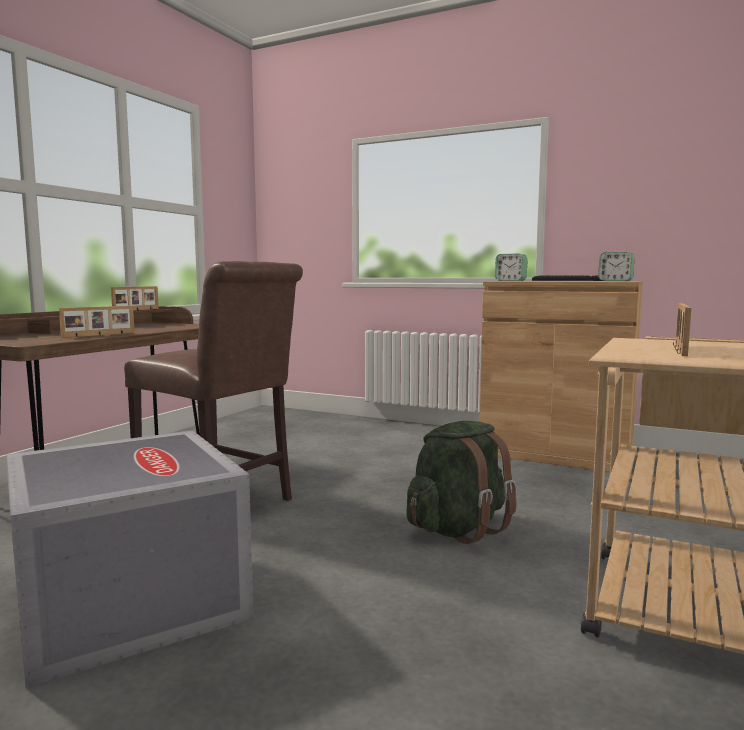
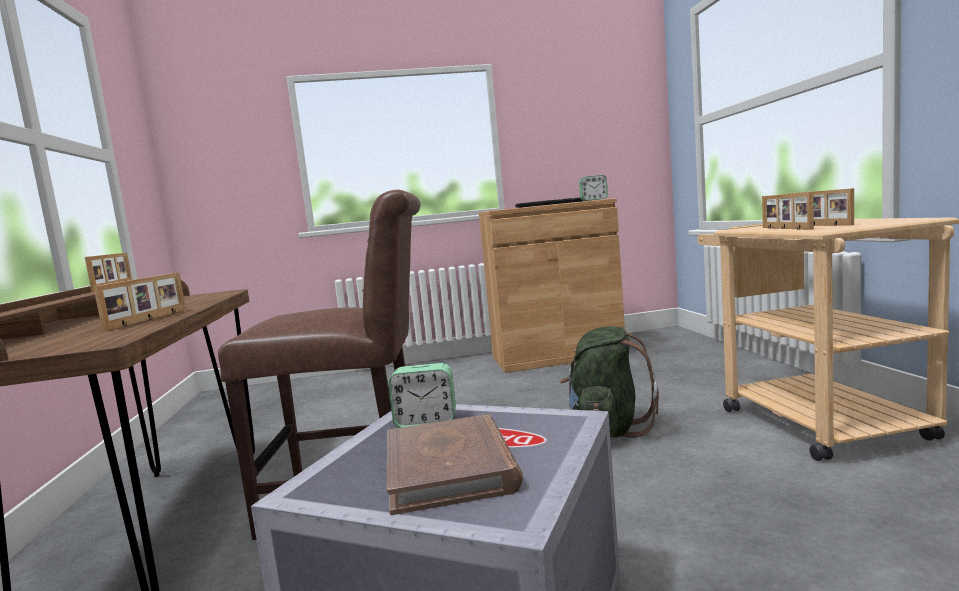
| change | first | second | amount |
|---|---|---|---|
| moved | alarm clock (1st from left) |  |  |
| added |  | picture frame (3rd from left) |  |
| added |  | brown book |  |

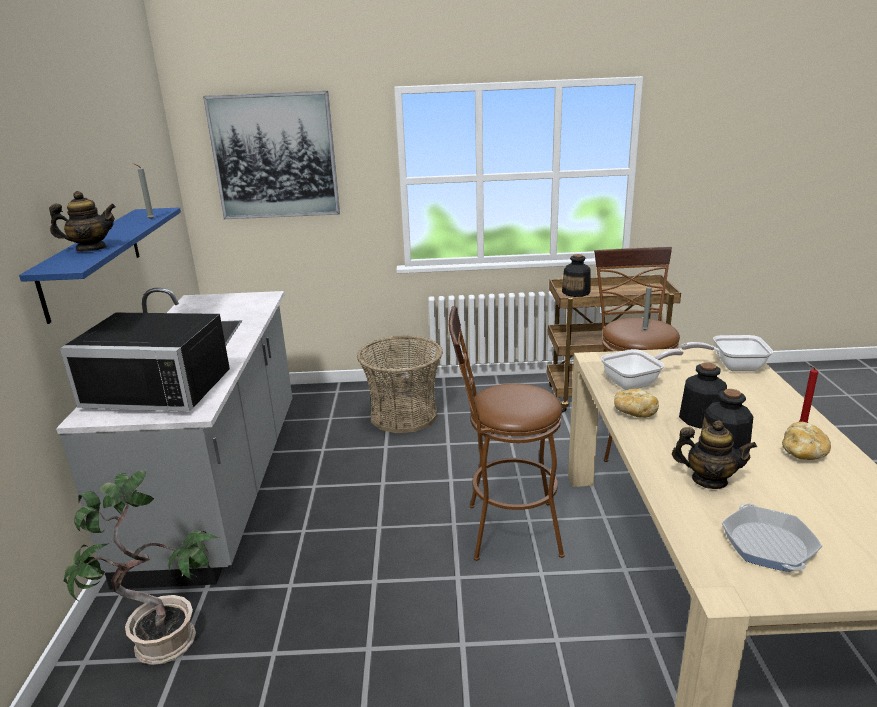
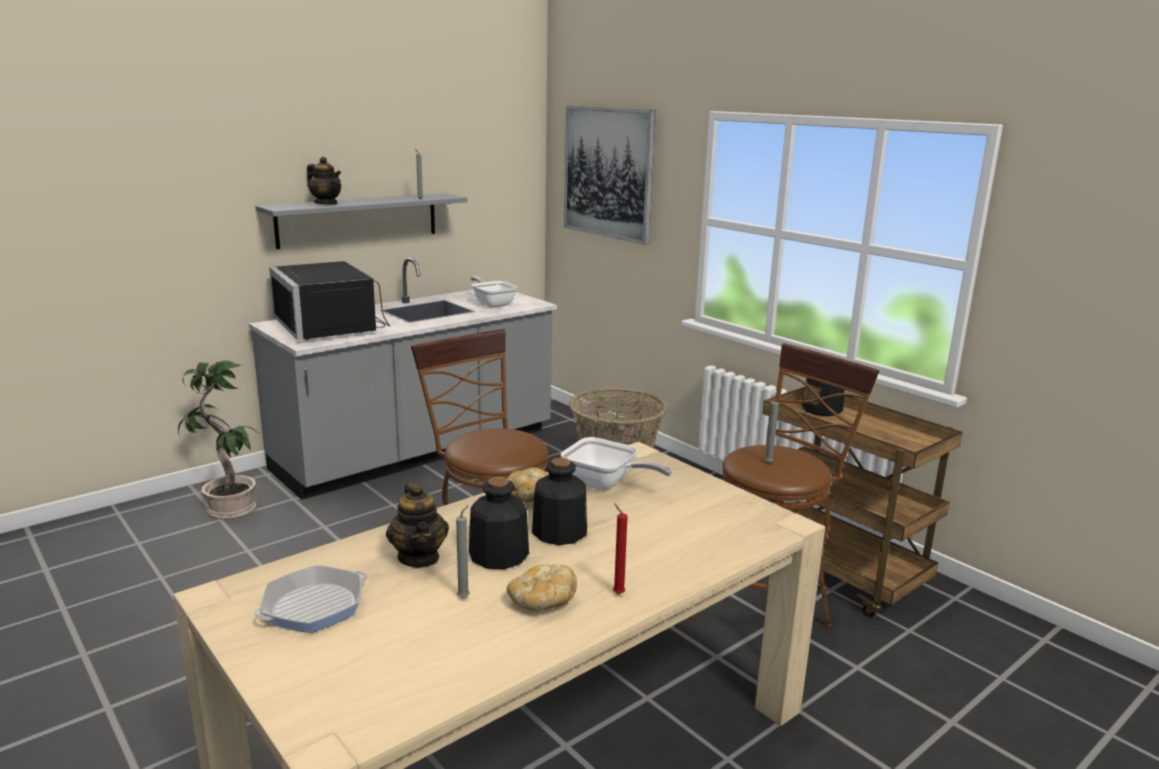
| change | first | second | amount |
|---|---|---|---|
| recoloured | blue shelf | grey shelf |  |
| moved | frying pan (2nd from left) |  |  |
| added |  | grey candle (2nd from left) |  |

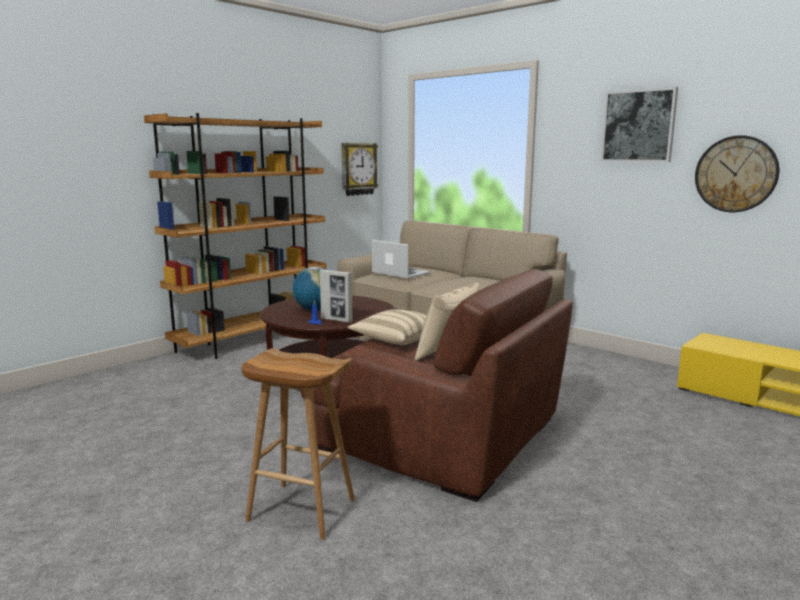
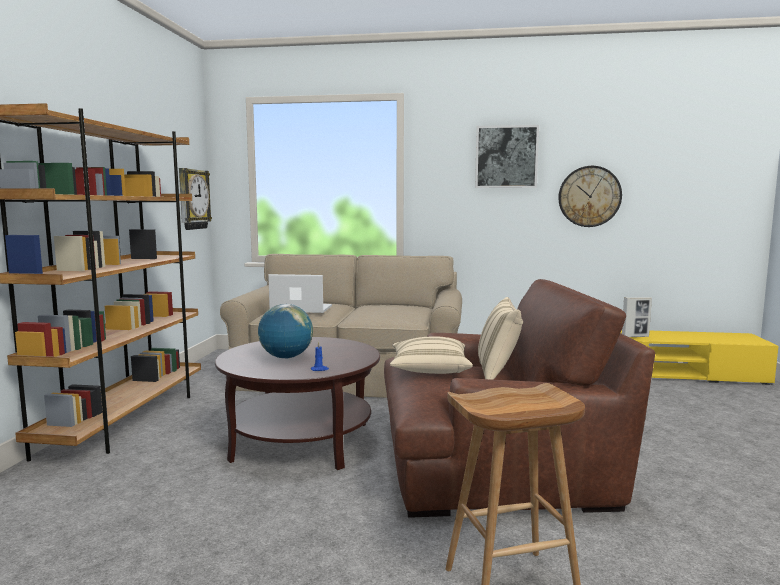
| change | first | second | amount |
|---|---|---|---|
| moved | picture frame |  |  |

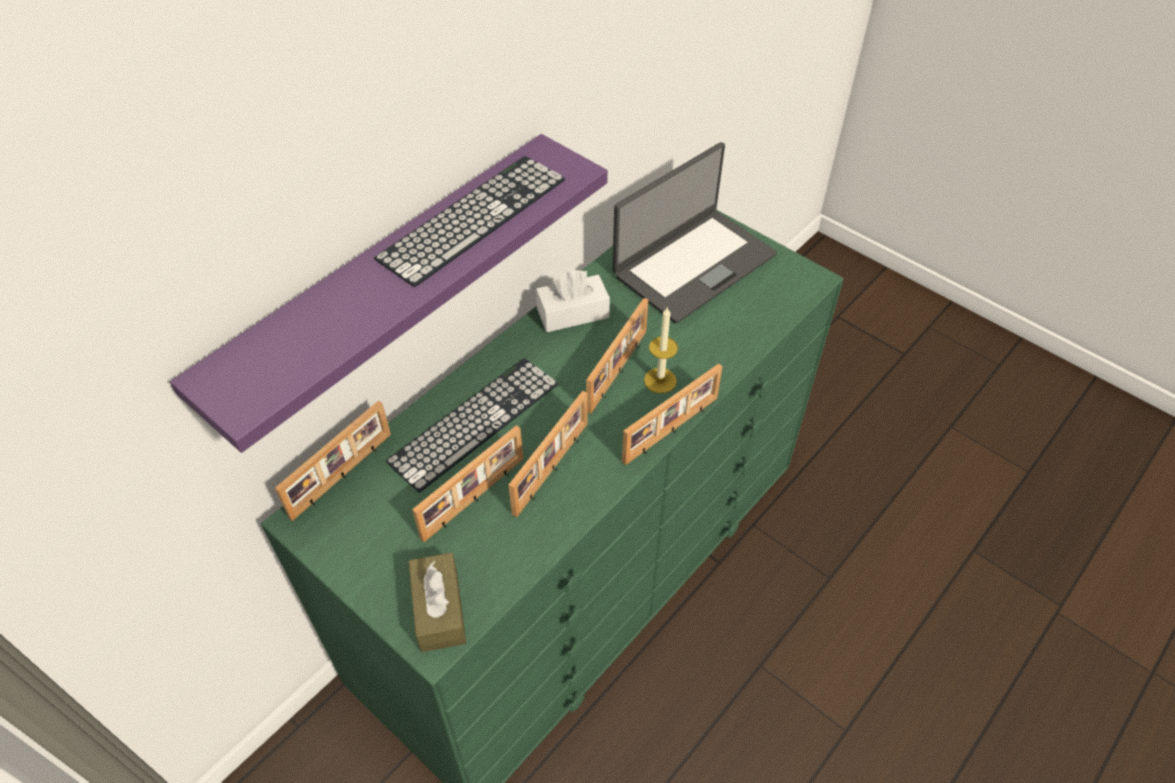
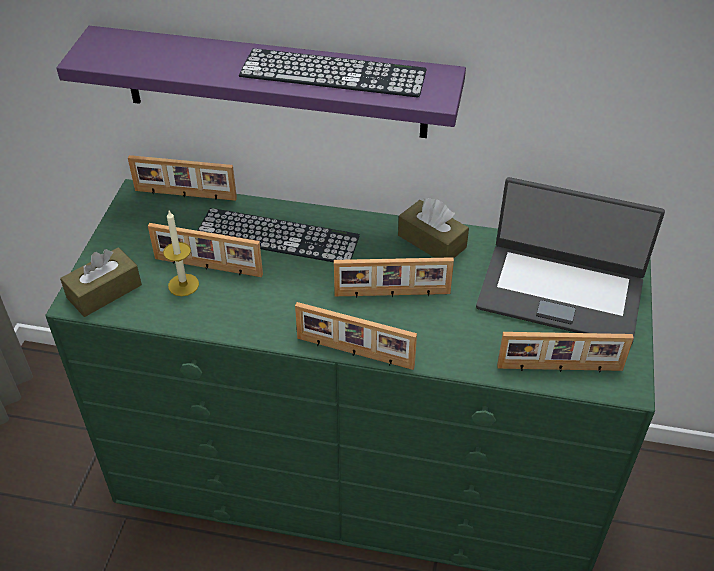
| change | first | second | amount |
|---|---|---|---|
| recoloured | white tissue box | brown tissue box (2nd from left) |  |
| moved | candle |  |  |
| moved | picture frame (3rd from left in the first image) | picture frame (5th from left) |  |

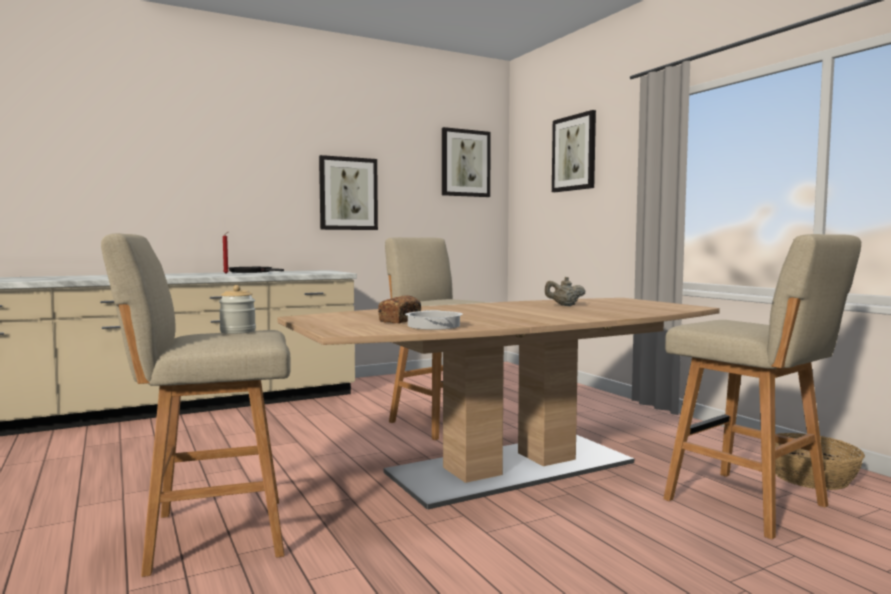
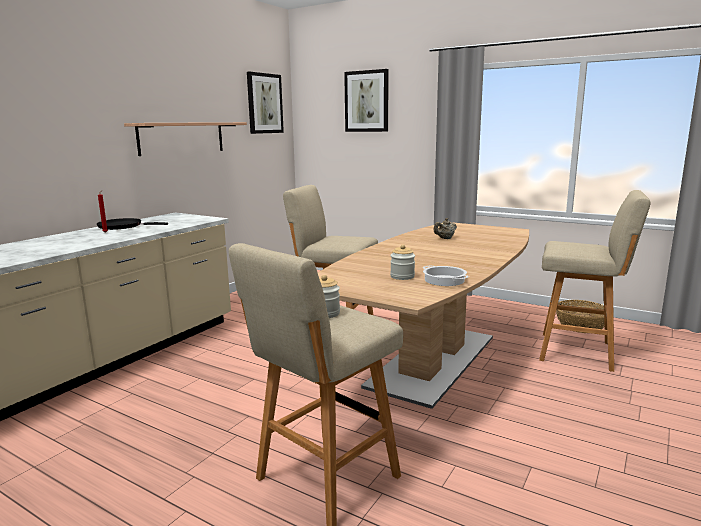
| change | first | second | amount |
|---|---|---|---|
| replaced | picture (1st from left) | shelf |  |
| replaced | bread | jar (2nd from left) |  |

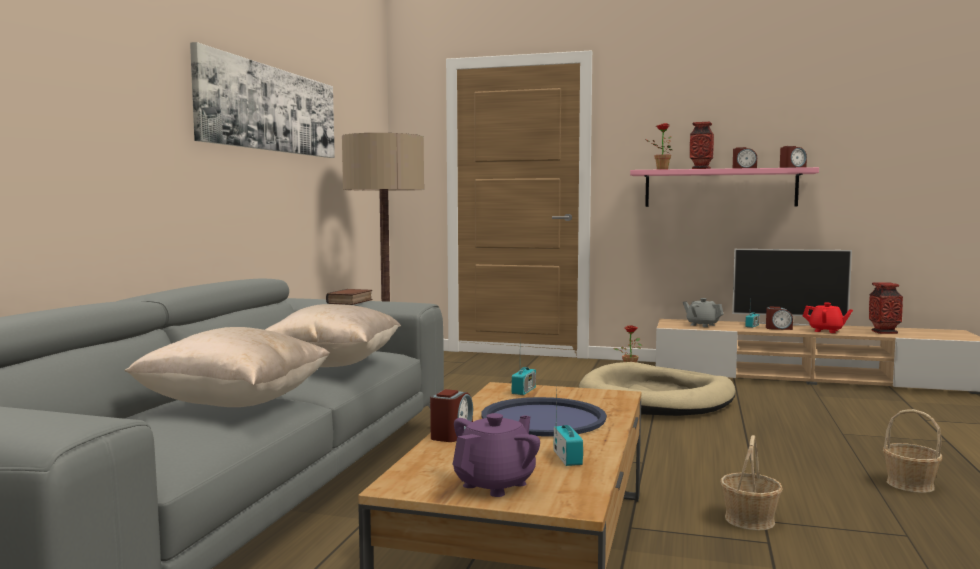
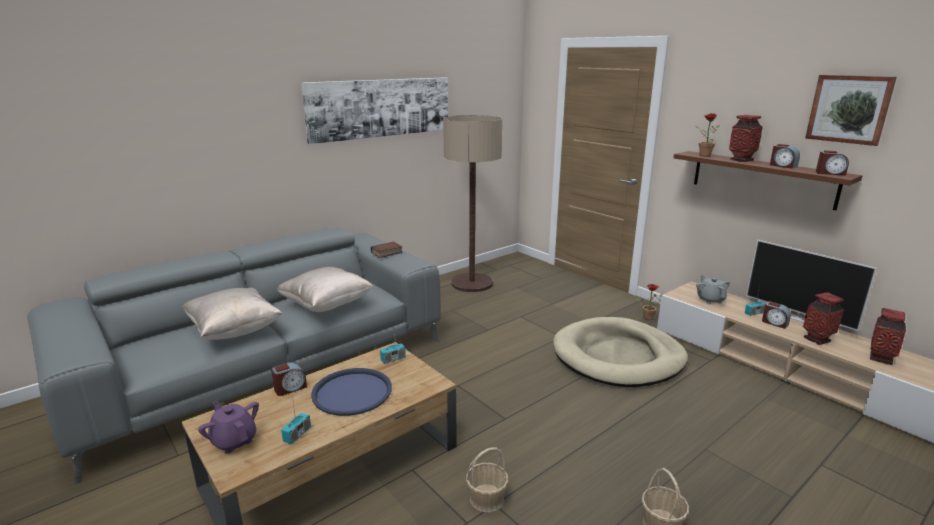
| change | first | second | amount |
|---|---|---|---|
| recoloured | pink shelf | brown shelf |  |
| replaced | red teapot | vase (2nd from left) |  |
| turned | purple teapot |  | 120 degrees counterclockwise |
| added |  | picture (2nd from left) |  |

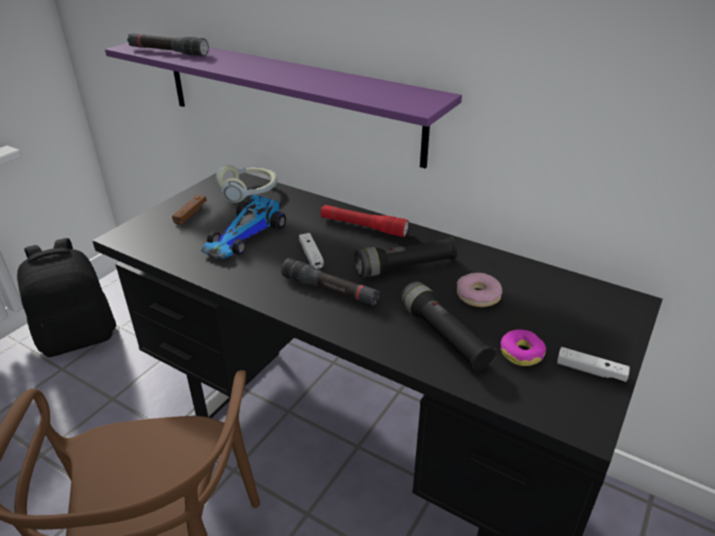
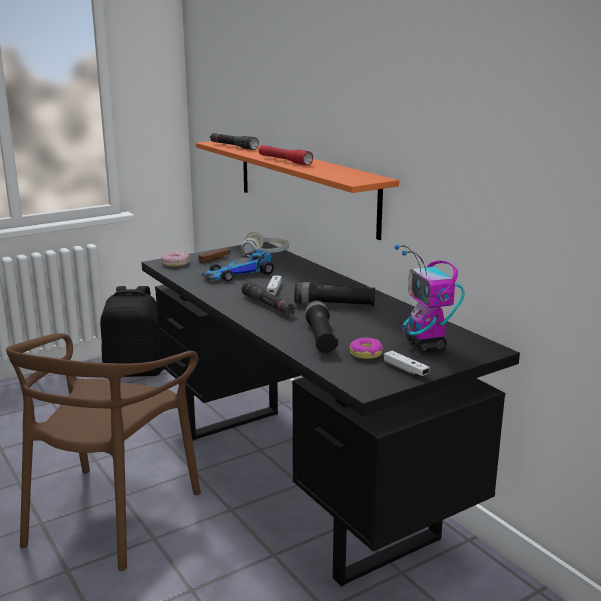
| change | first | second | amount |
|---|---|---|---|
| recoloured | purple shelf | orange shelf |  |
| moved | red flashlight |  |  |
| moved | donut (1st from left) |  |  |
| added |  | toy robot |  |

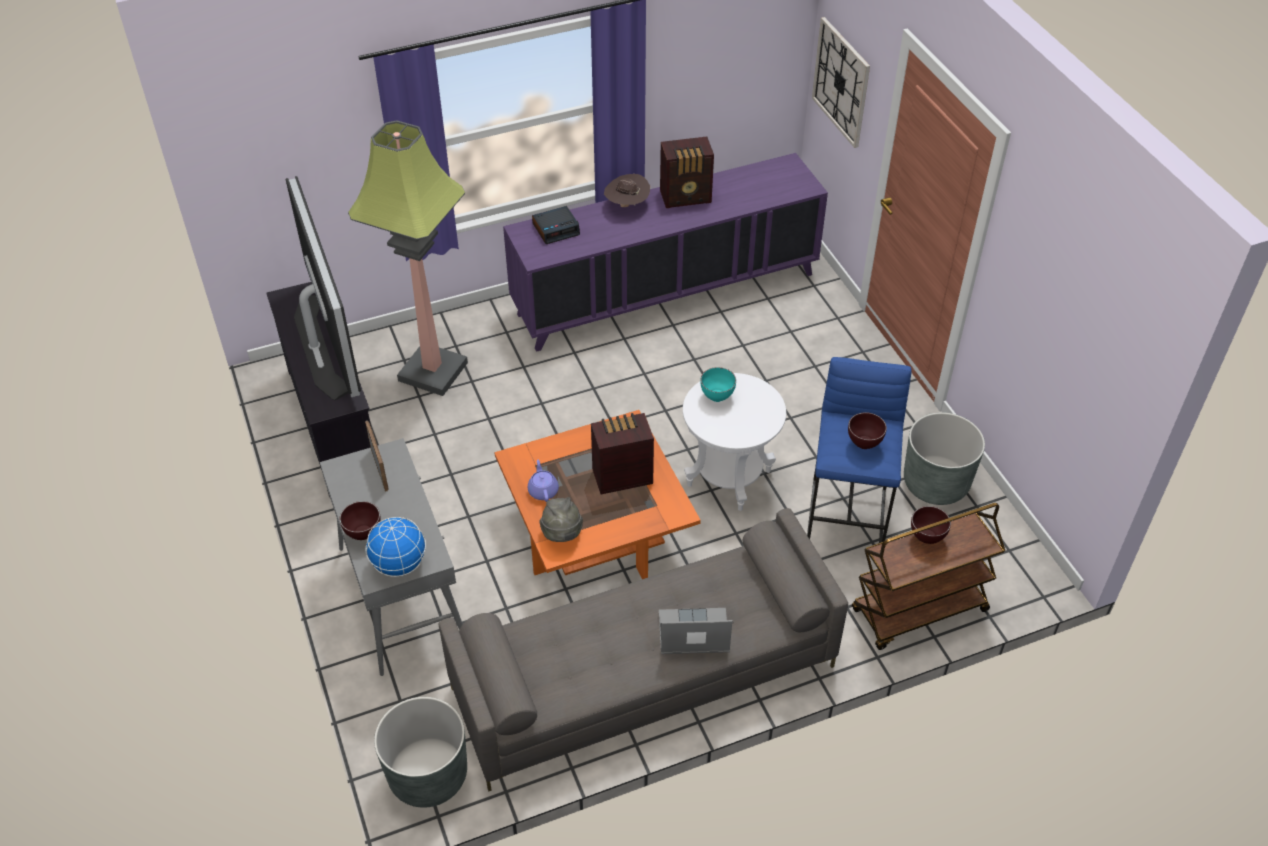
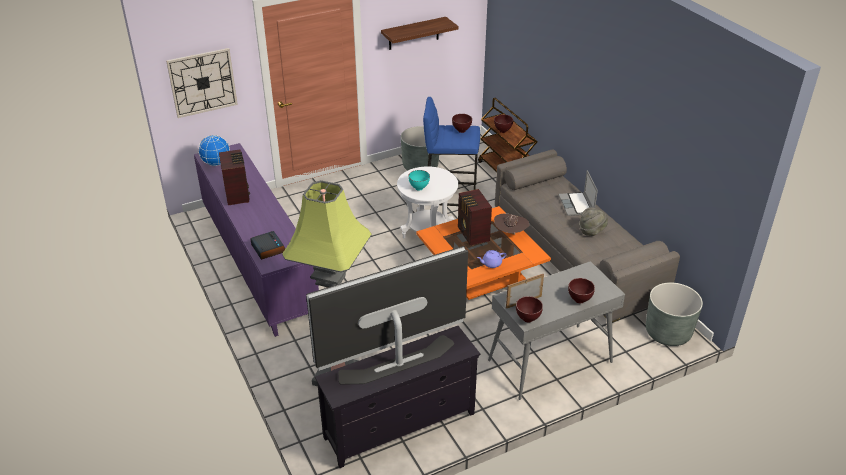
| change | first | second | amount |
|---|---|---|---|
| moved | brown hat |  |  |
| moved | grey hat |  |  |
| moved | globe |  |  |
| added |  | shelf |  |
| added |  | brown bowl (3rd from left) |  |

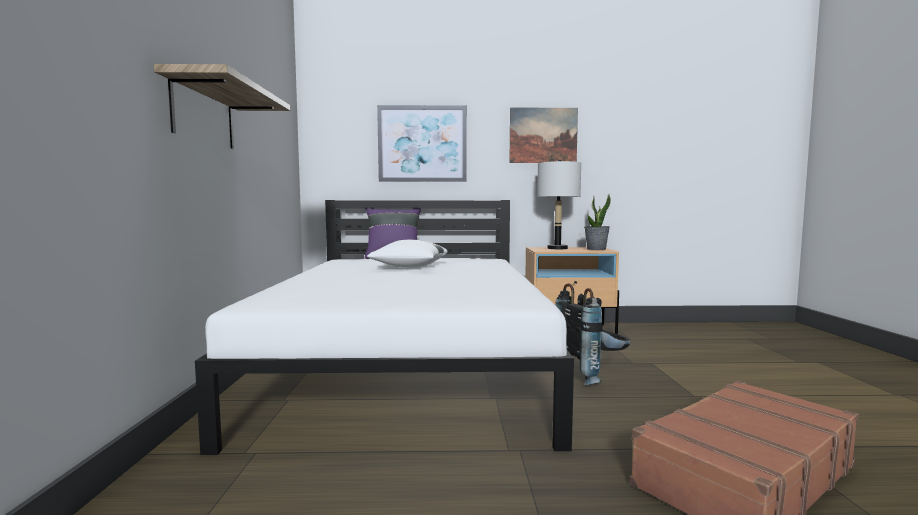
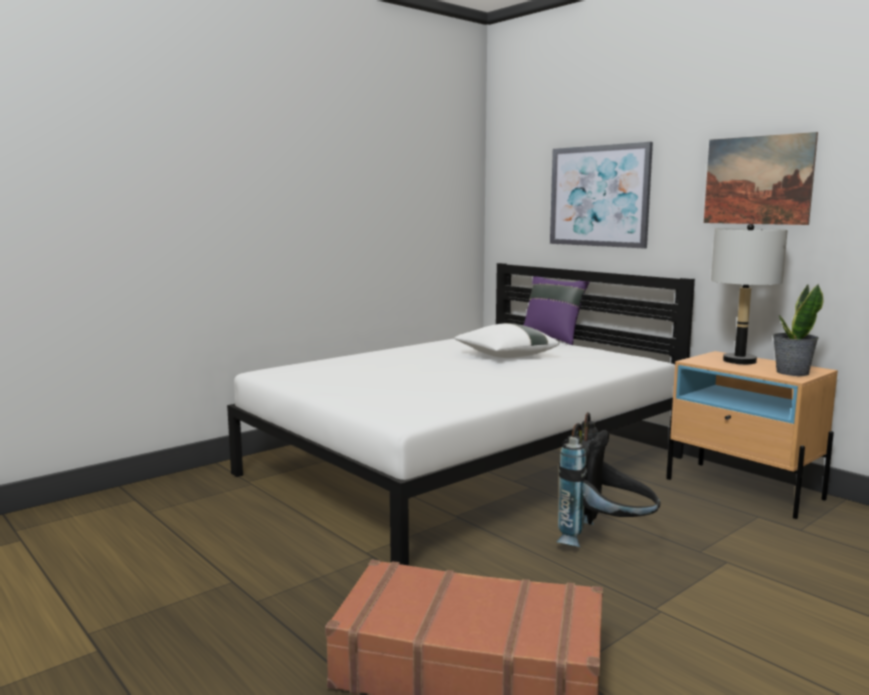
| change | first | second | amount |
|---|---|---|---|
| removed | shelf |  |  |

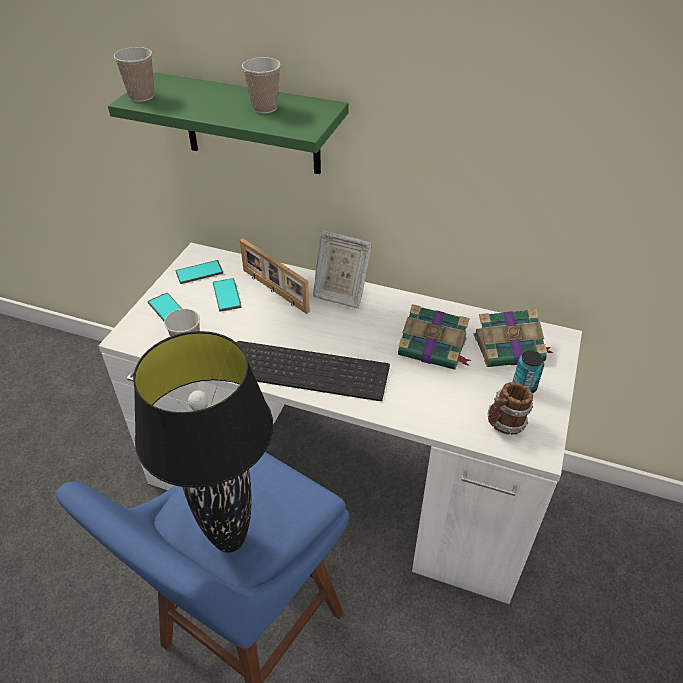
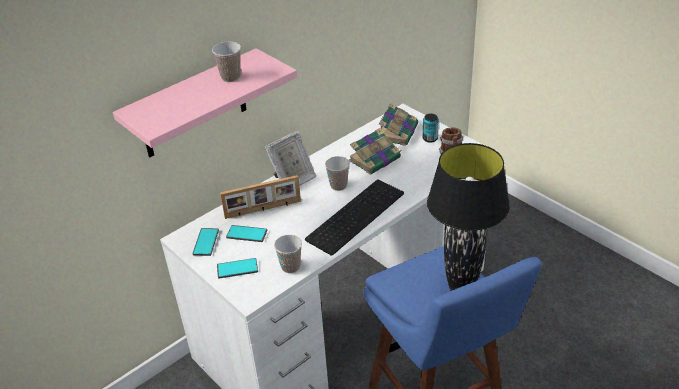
| change | first | second | amount |
|---|---|---|---|
| moved | cup (1st from left in the first image) | cup (3rd from left) |  |
| recoloured | green shelf | pink shelf |  |

